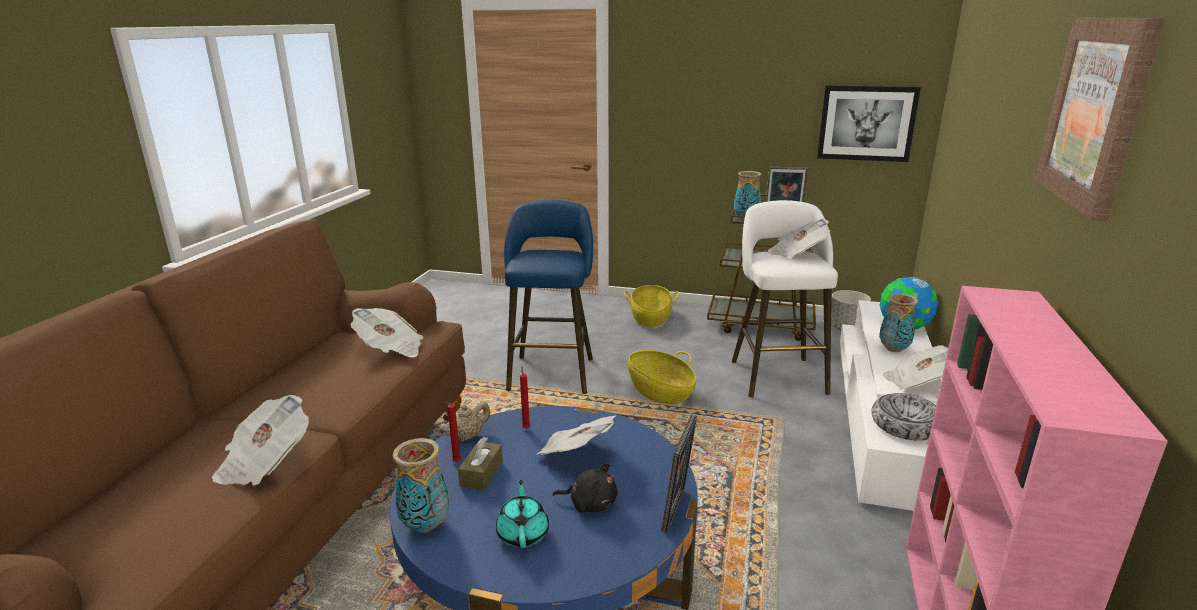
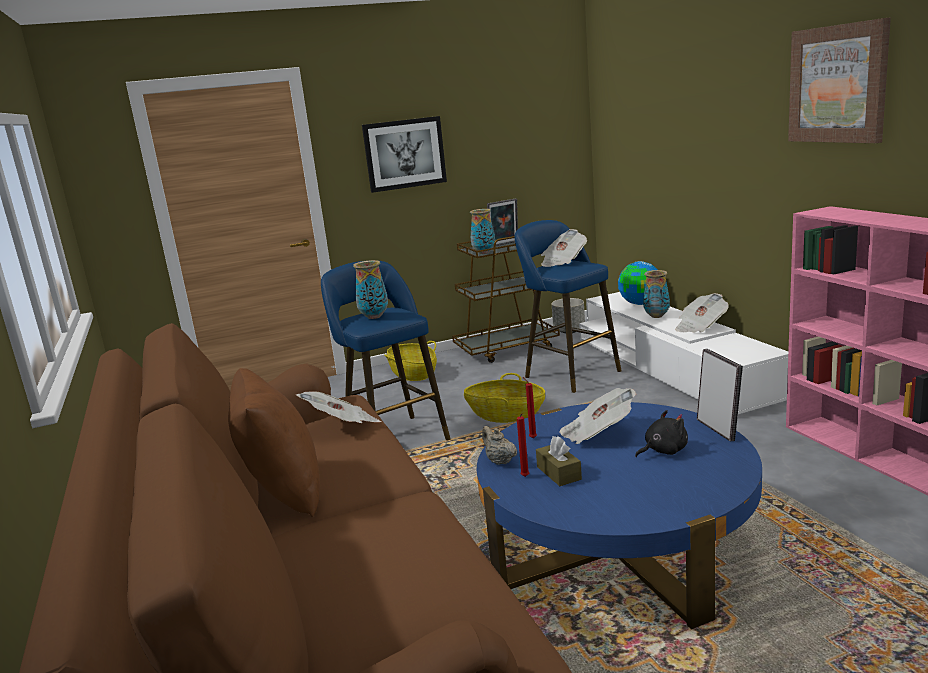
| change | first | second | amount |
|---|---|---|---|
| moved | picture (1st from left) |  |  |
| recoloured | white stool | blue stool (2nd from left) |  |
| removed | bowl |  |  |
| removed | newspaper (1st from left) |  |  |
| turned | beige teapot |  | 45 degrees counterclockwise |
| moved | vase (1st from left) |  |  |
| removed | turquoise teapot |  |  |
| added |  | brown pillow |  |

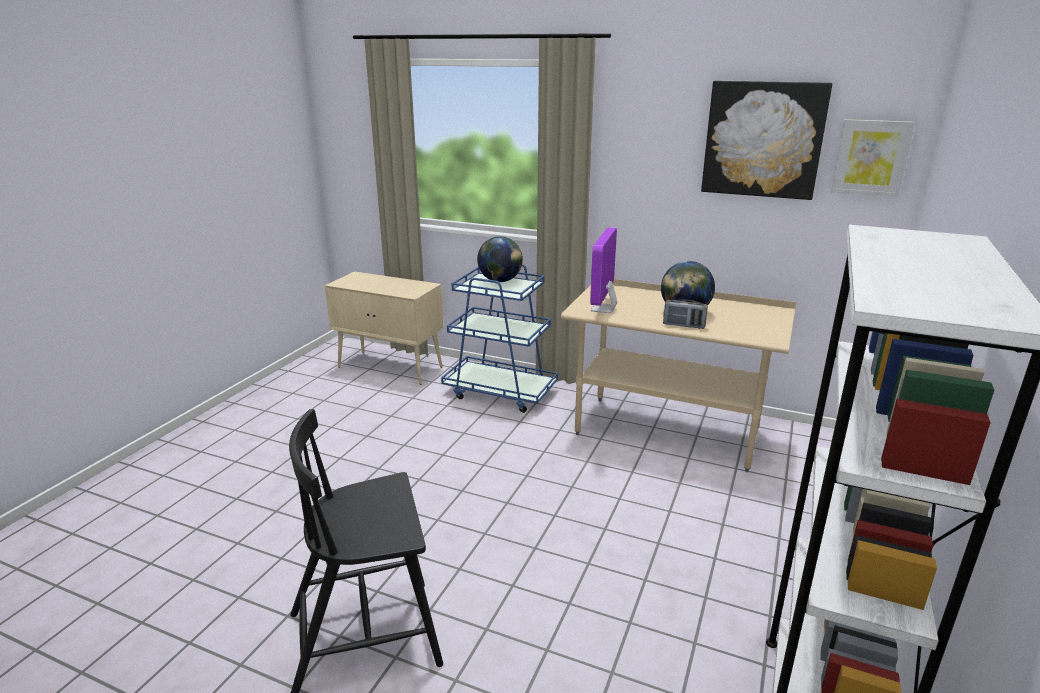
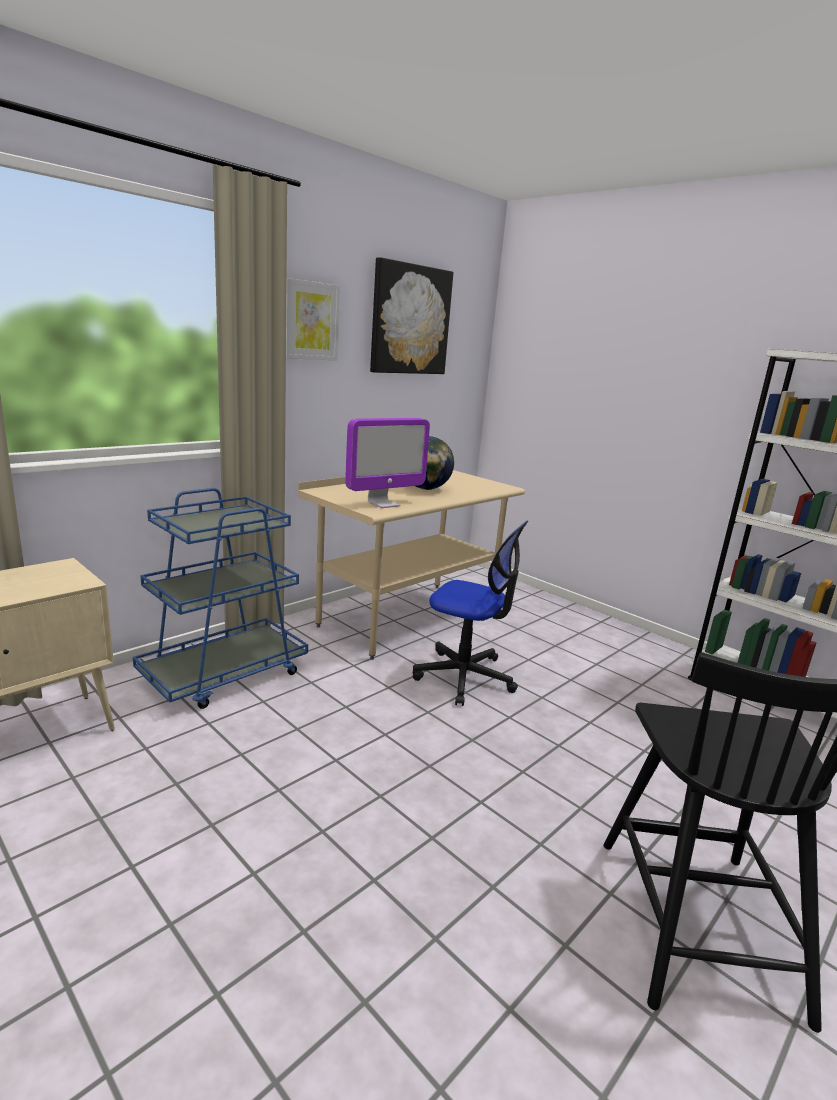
| change | first | second | amount |
|---|---|---|---|
| moved | picture (2nd from left in the first image) | picture (1st from left) |  |
| turned | monitor |  | 75 degrees counterclockwise |
| removed | globe (1st from left) |  |  |
| removed | radio |  |  |
| added |  | office chair |  |

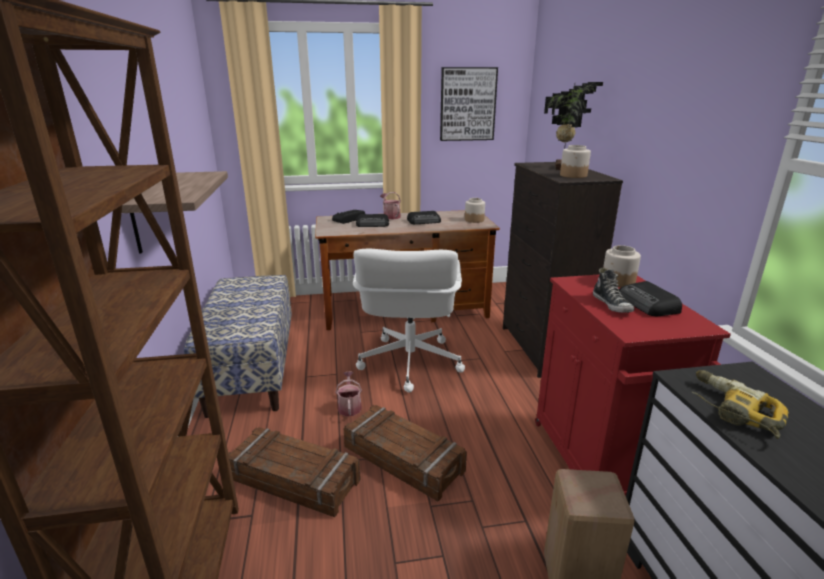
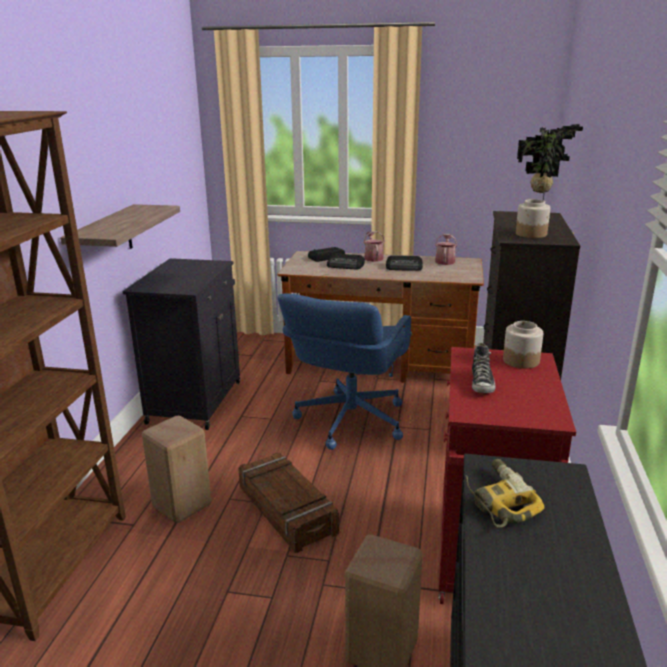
| change | first | second | amount |
|---|---|---|---|
| removed | picture |  |  |
| removed | jar (1st from left) |  |  |
| recoloured | white office chair | blue office chair |  |
| replaced | bench | black cabinet |  |
| removed | radio (4th from left) |  |  |
| moved | watering can (1st from left in the first image) | watering can (2nd from left) |  |
| replaced | crate (1st from left) | beige stool (1st from left) |  |

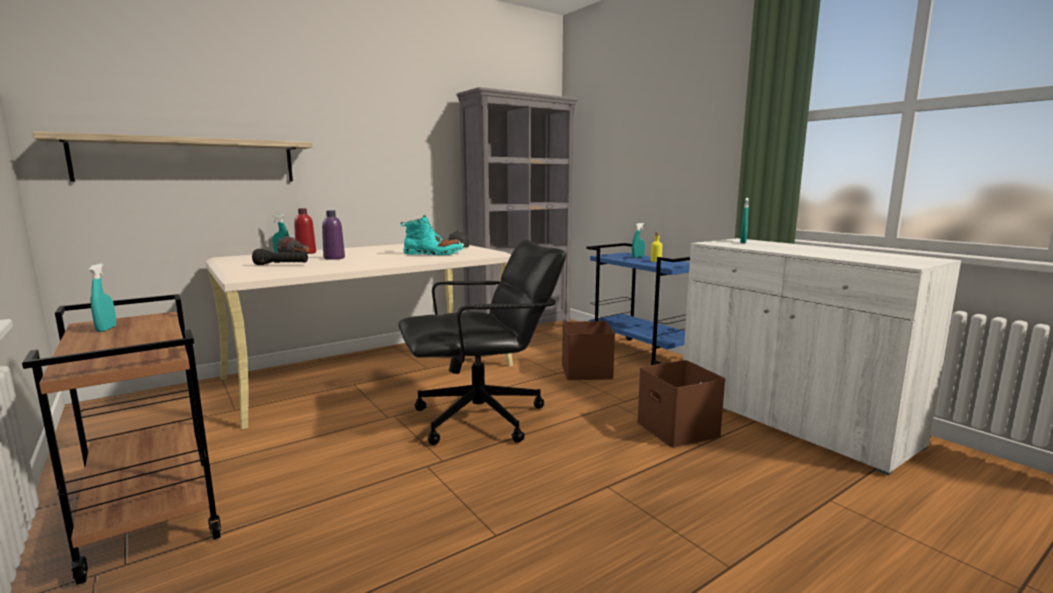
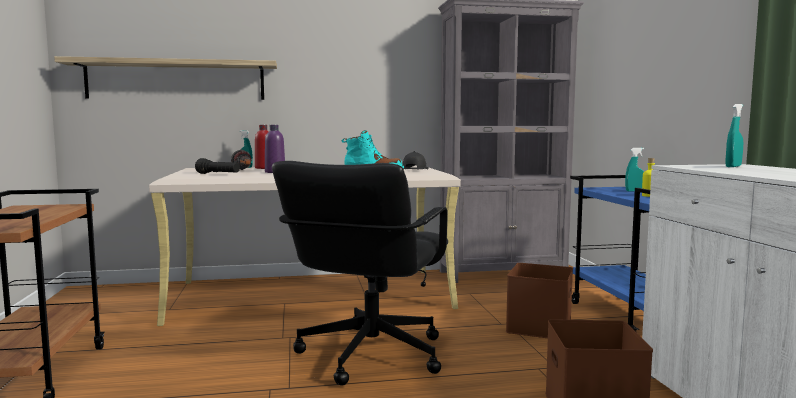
| change | first | second | amount |
|---|---|---|---|
| turned | black office chair |  | 105 degrees clockwise |
| removed | turquoise spray bottle (1st from left) |  |  |

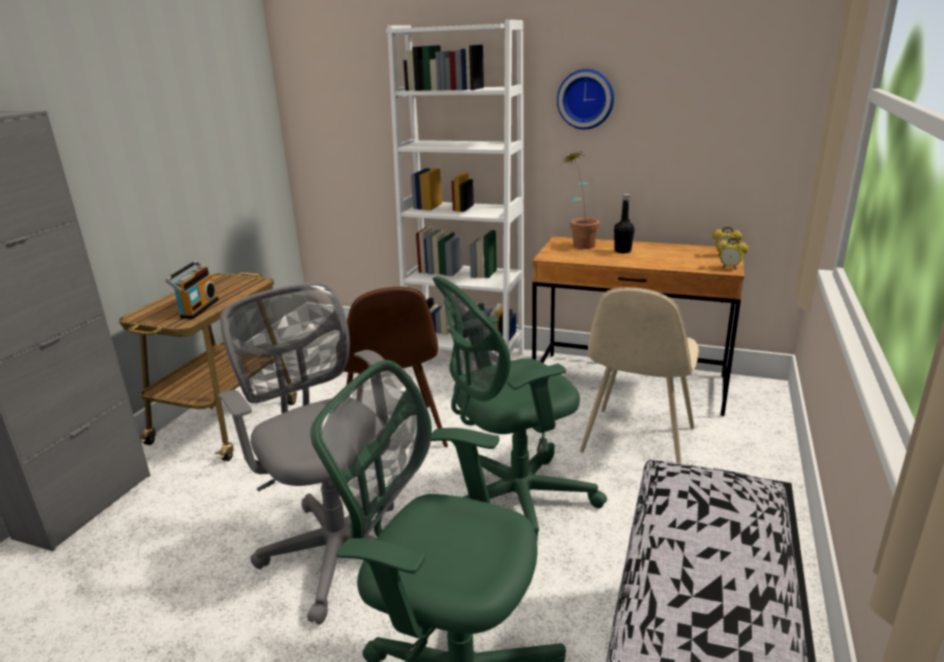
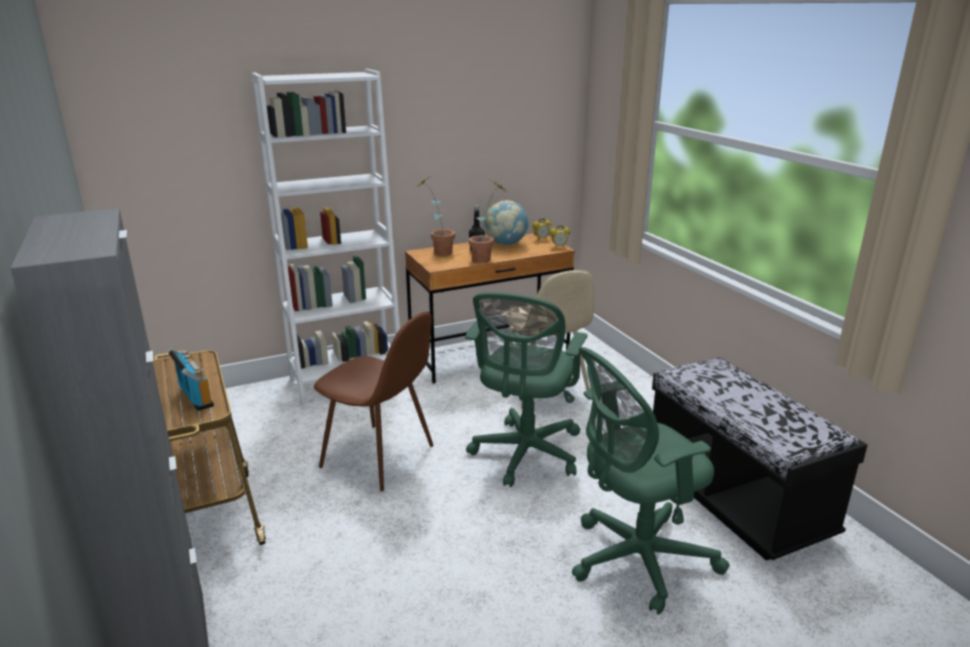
| change | first | second | amount |
|---|---|---|---|
| removed | wall clock |  |  |
| removed | grey office chair |  |  |
| added |  | potted plant (2nd from left) |  |
| added |  | globe |  |

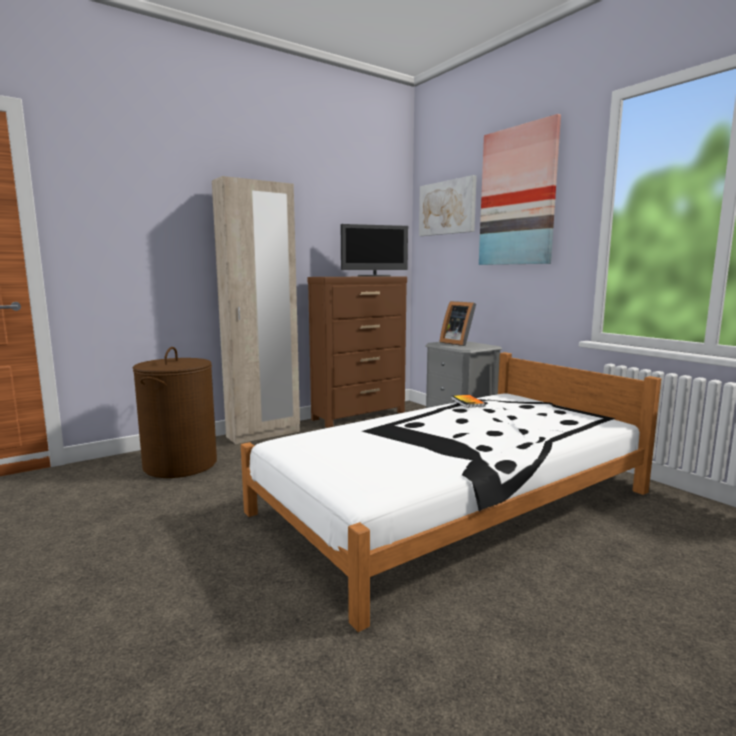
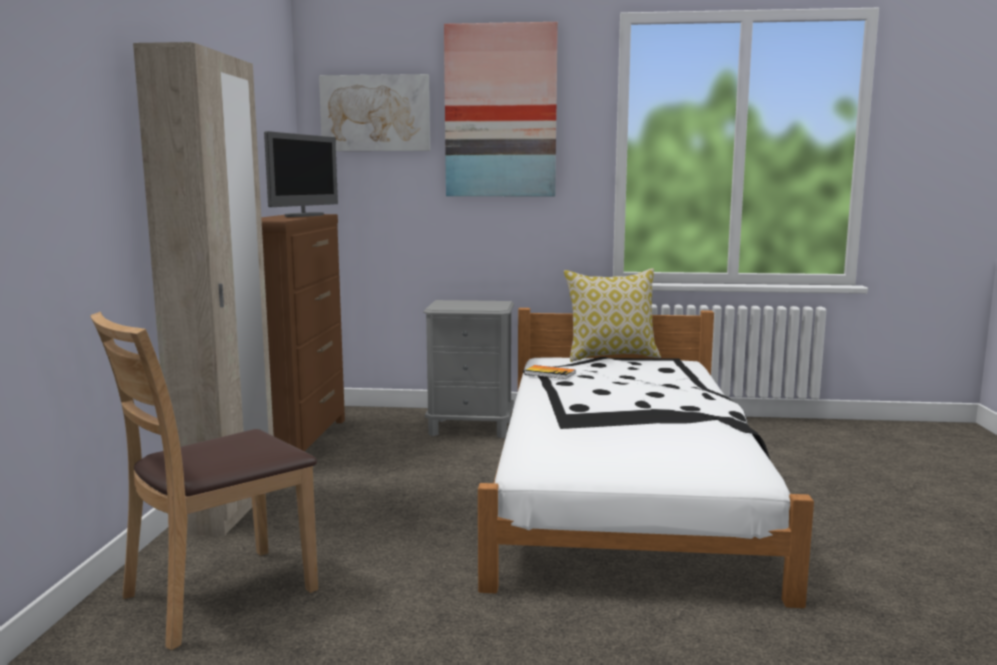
| change | first | second | amount |
|---|---|---|---|
| removed | picture frame |  |  |
| replaced | brown laundry basket | brown chair |  |
| added |  | pillow |  |

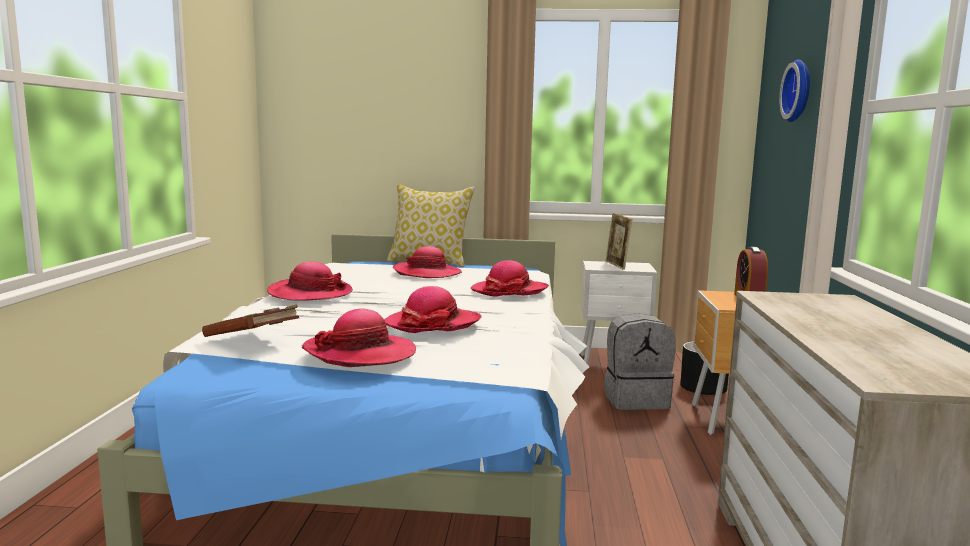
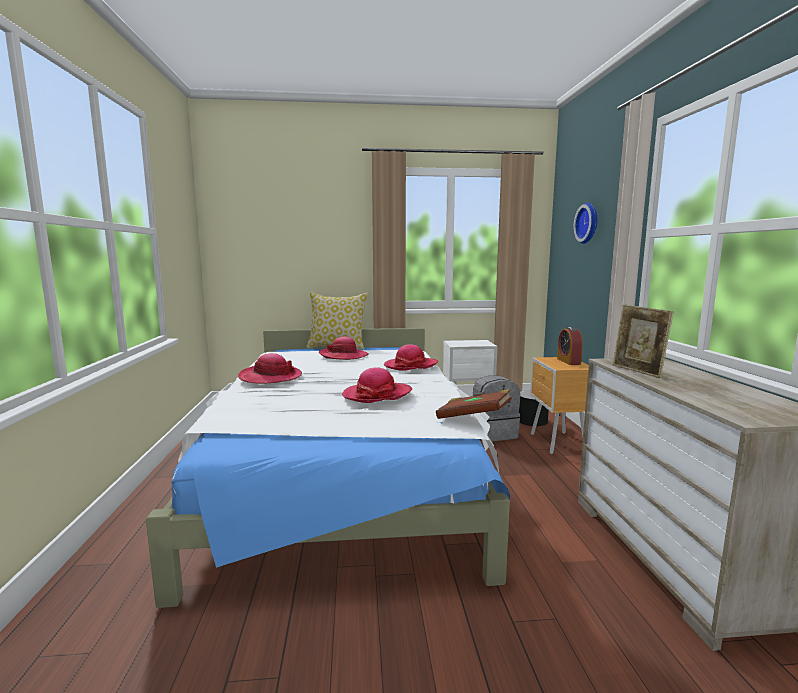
| change | first | second | amount |
|---|---|---|---|
| moved | picture frame |  |  |
| moved | brown book |  |  |
| removed | hat (2nd from left) |  |  |

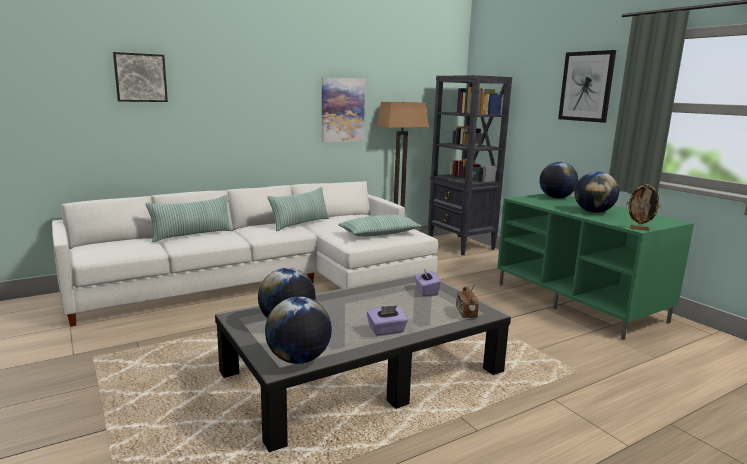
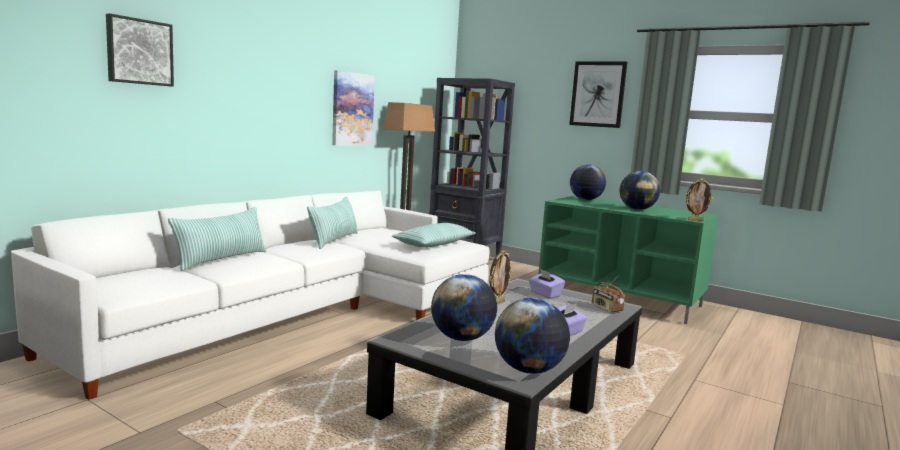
| change | first | second | amount |
|---|---|---|---|
| added |  | picture frame (1st from left) |  |

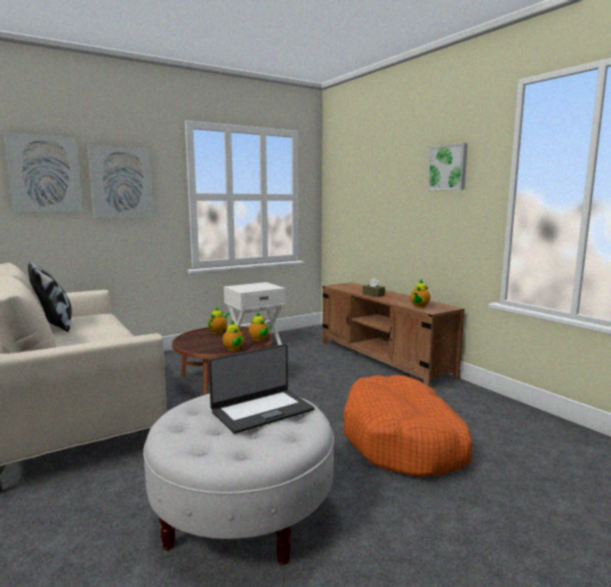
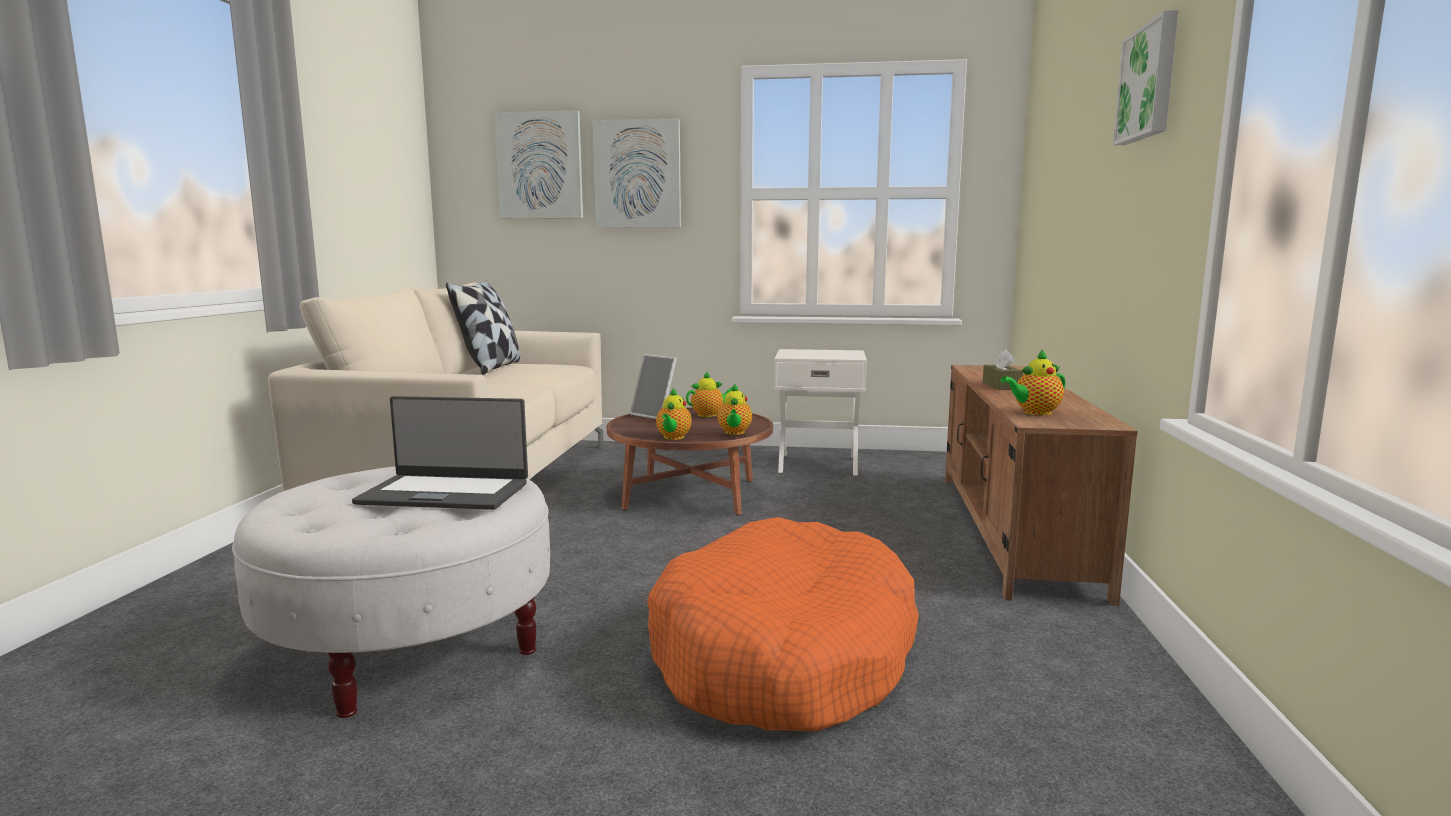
| change | first | second | amount |
|---|---|---|---|
| added |  | picture frame |  |

